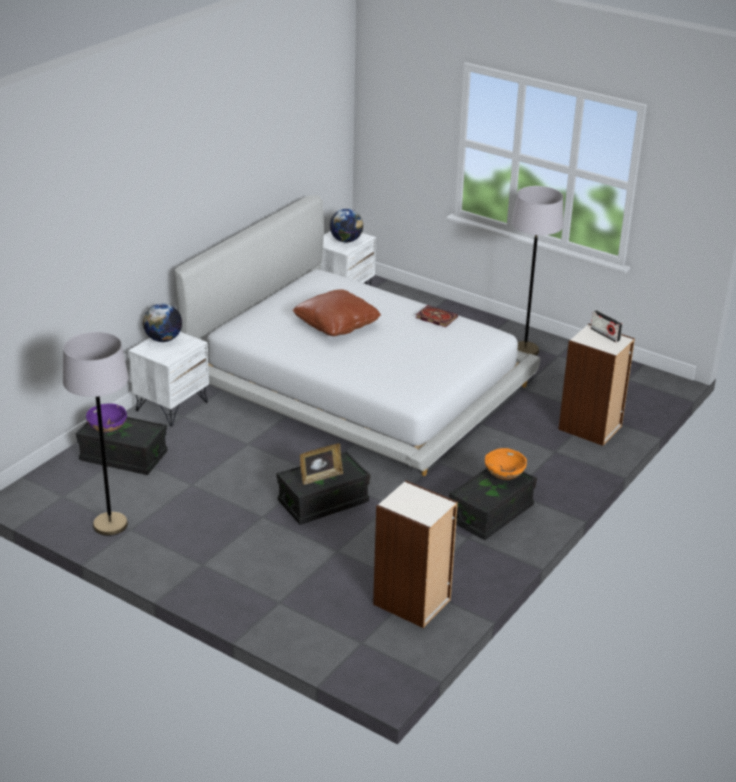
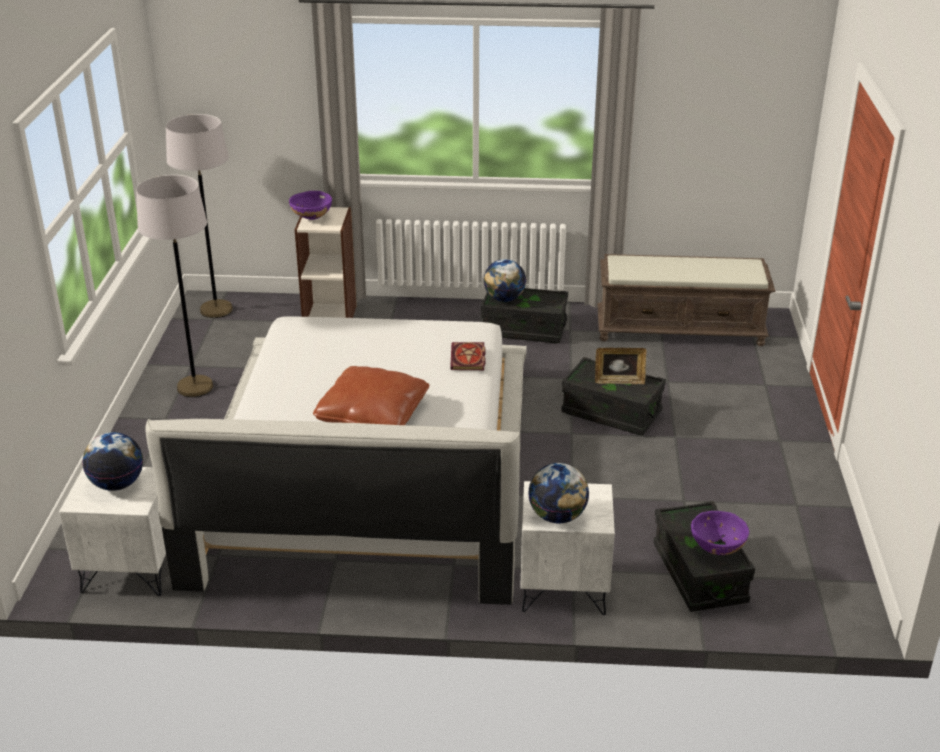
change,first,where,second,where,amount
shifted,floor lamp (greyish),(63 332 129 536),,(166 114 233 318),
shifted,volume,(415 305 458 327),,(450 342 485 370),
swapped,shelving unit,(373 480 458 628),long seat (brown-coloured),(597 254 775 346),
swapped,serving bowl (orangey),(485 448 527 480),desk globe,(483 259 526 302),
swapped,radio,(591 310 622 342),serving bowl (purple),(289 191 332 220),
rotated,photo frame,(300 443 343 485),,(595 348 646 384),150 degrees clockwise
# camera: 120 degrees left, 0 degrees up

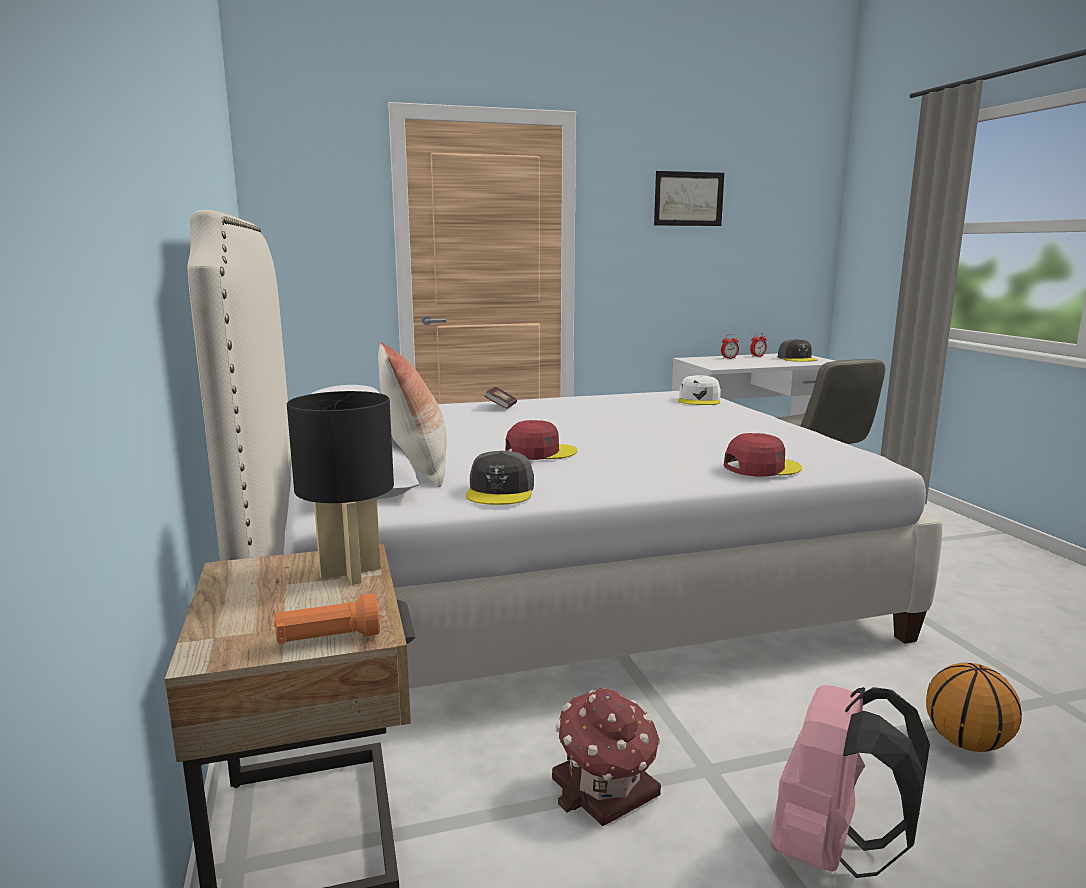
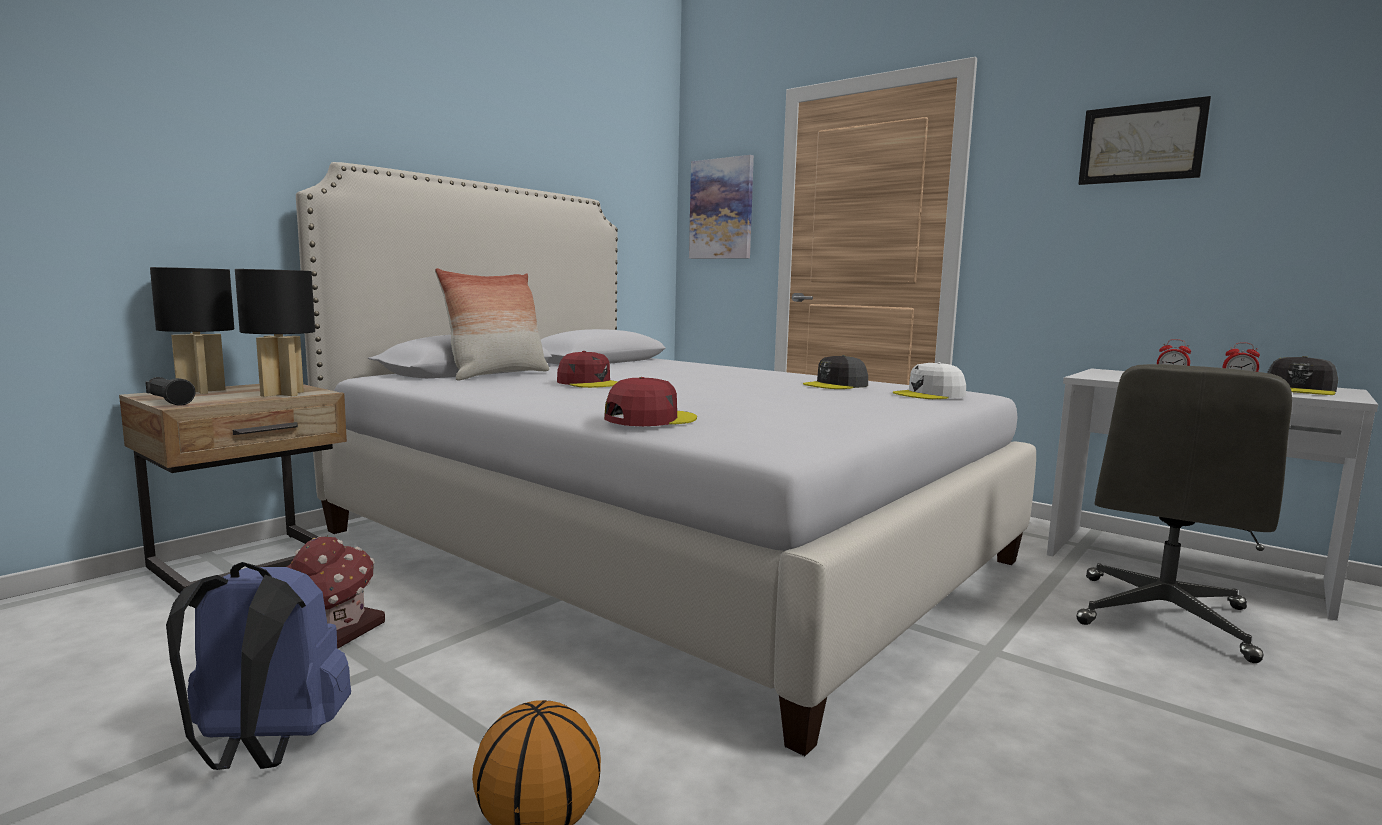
change,first,where,second,where,amount
gone,volume,(485 387 517 409),,,
new,,,table lamp (blackish),(150 267 234 394),
new,,,wall art,(689 155 754 259),
shifted,baseball cap (greyish),(466 451 534 505),,(803 355 868 389),
repainted,hand torch (orangey),(274 593 380 644),hand torch (blackish),(145 377 196 406),
repainted,backpack (pink-coloured),(770 685 930 878),backpack (bluish),(166 562 351 770),
rotated,baseball cap (reddish),(724 433 802 477),,(604 377 697 426),75 degrees counterclockwise
# camera: 55 degrees right, 5 degrees down

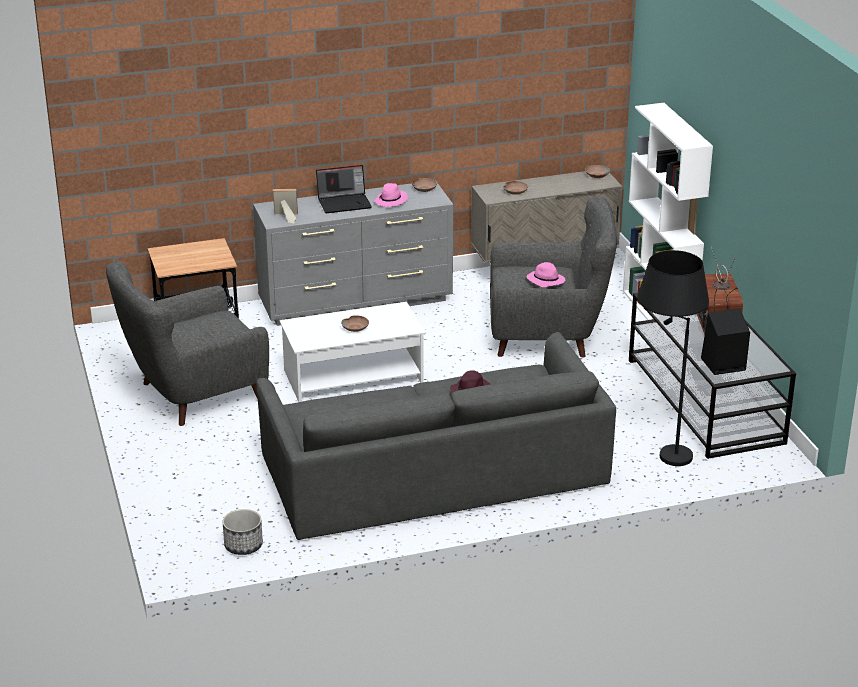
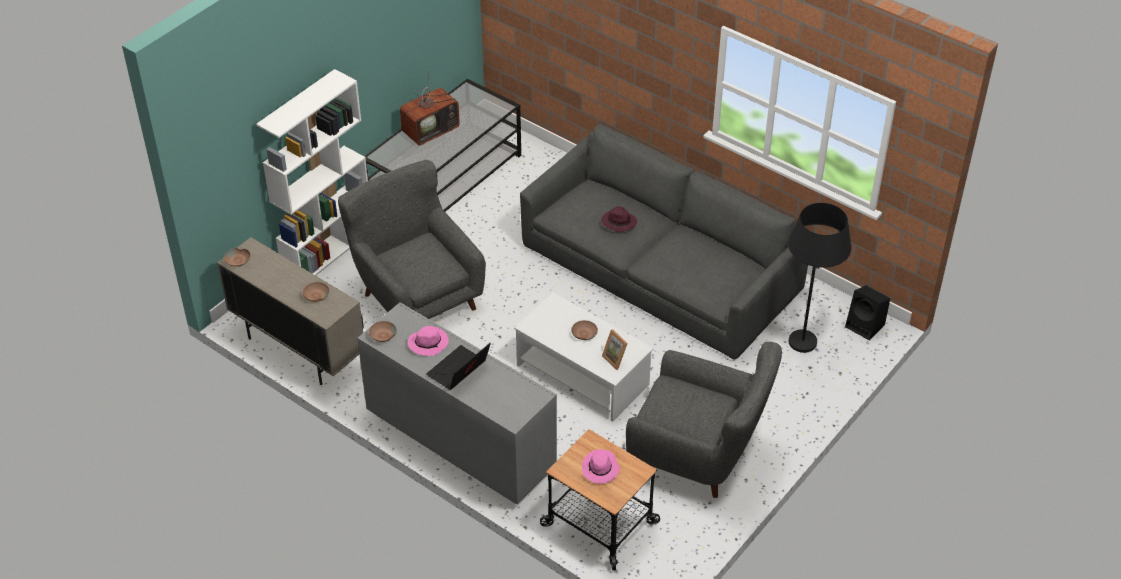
change,first,where,second,where,amount
gone,plant pot,(223 509 263 555),,,
shifted,photo frame,(273 189 298 223),,(602 329 628 370),
shifted,hat (pink-coloured),(527 262 565 287),,(582 449 620 484),
shifted,floor lamp (blackish),(637 250 709 466),,(788 203 851 353),
shifted,loudspeaker (blackish),(701 308 750 375),,(845 285 890 341),
rotated,portable computer,(316 165 372 213),,(426 343 491 390),90 degrees counterclockwise
# camera: 125 degrees left, 15 degrees up

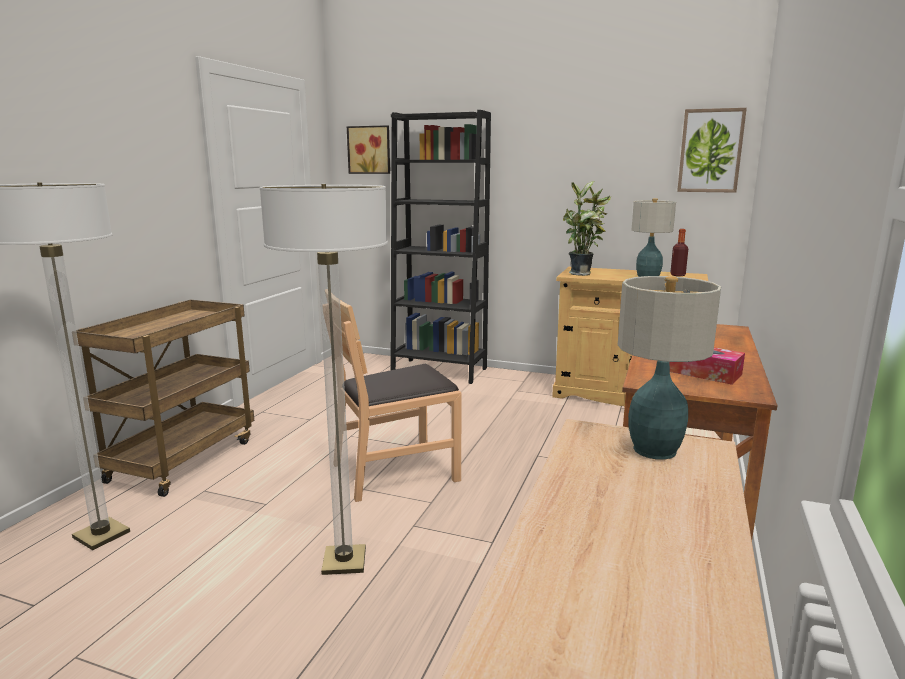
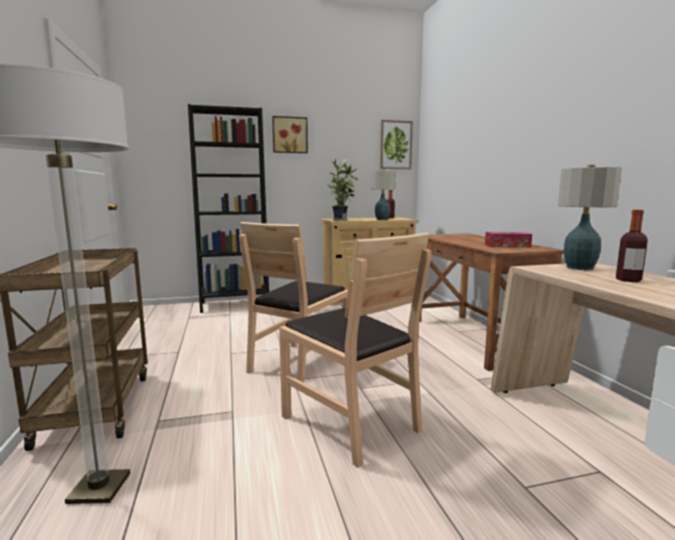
change,first,where,second,where,amount
new,,,bottle,(616 210 648 282),
shifted,wall art,(347 125 390 174),,(272 116 308 153),
swapped,floor lamp,(259 184 388 575),upright chair (brown-coloured),(279 232 431 468),
# camera: 35 degrees left, 5 degrees down

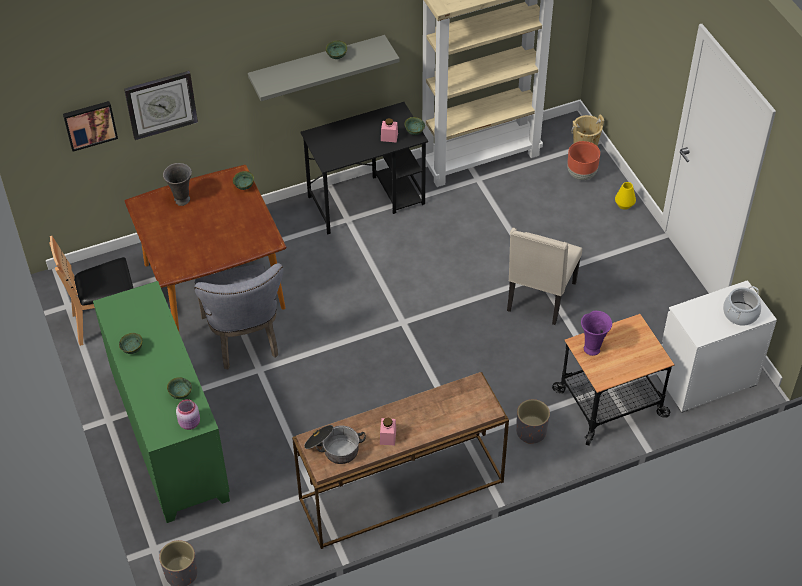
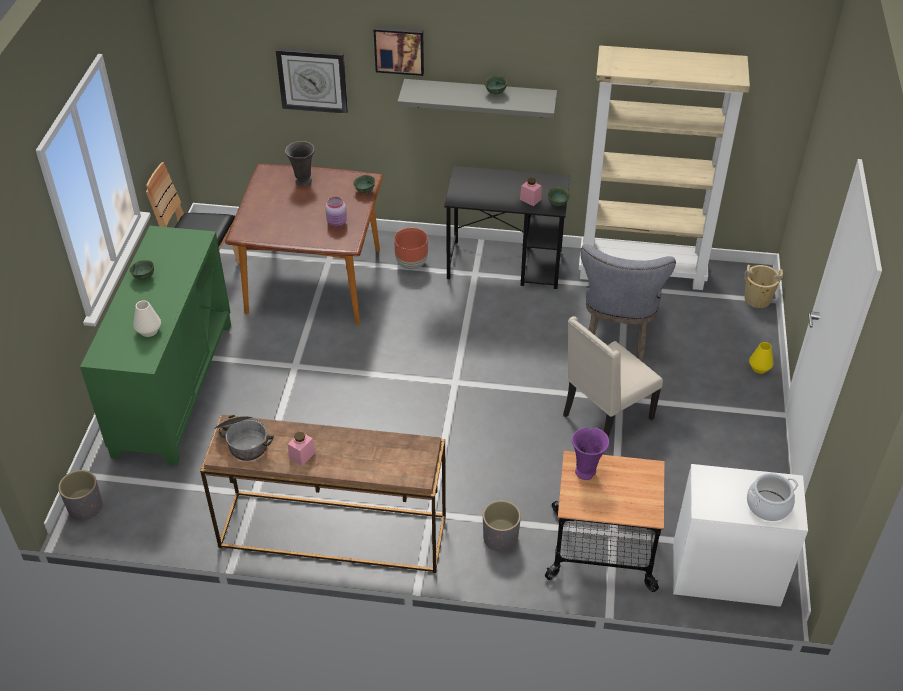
change,first,where,second,where,amount
shifted,wall art,(63 101 118 152),,(374 27 424 76),
shifted,jar (pink-coloured),(176 399 200 430),,(325 197 347 227),
shifted,upright chair (greyish),(194 263 283 370),,(580 244 676 362),
shifted,plant pot (brown-coloured),(567 141 600 180),,(394 228 428 269),
swapped,serving bowl (greenish),(167 377 192 399),flower vase (white-coloured),(133 300 161 337),
# camera: 30 degrees right, 5 degrees down

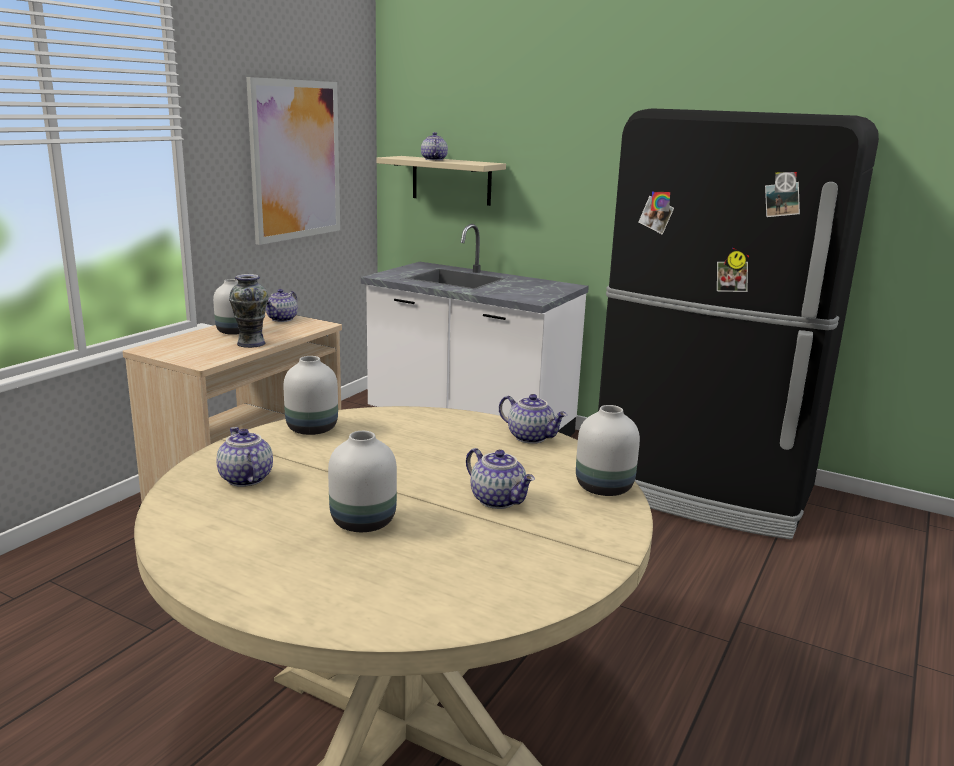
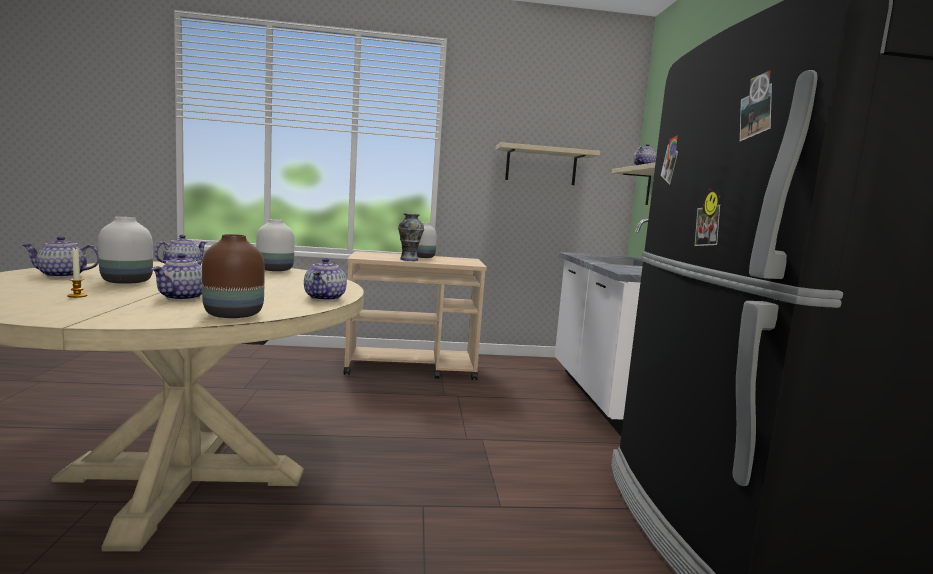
change,first,where,second,where,amount
new,,,wax candle,(67 247 88 298),
shifted,teapot,(266 289 298 322),,(22 236 99 278),
swapped,wall art,(246 77 340 245),wall shelf (beige-coloured),(496 142 600 185),
repainted,flower vase (white-coloured),(576 405 640 496),flower vase (brown-coloured),(202 234 265 318),
# camera: 55 degrees right, 10 degrees down

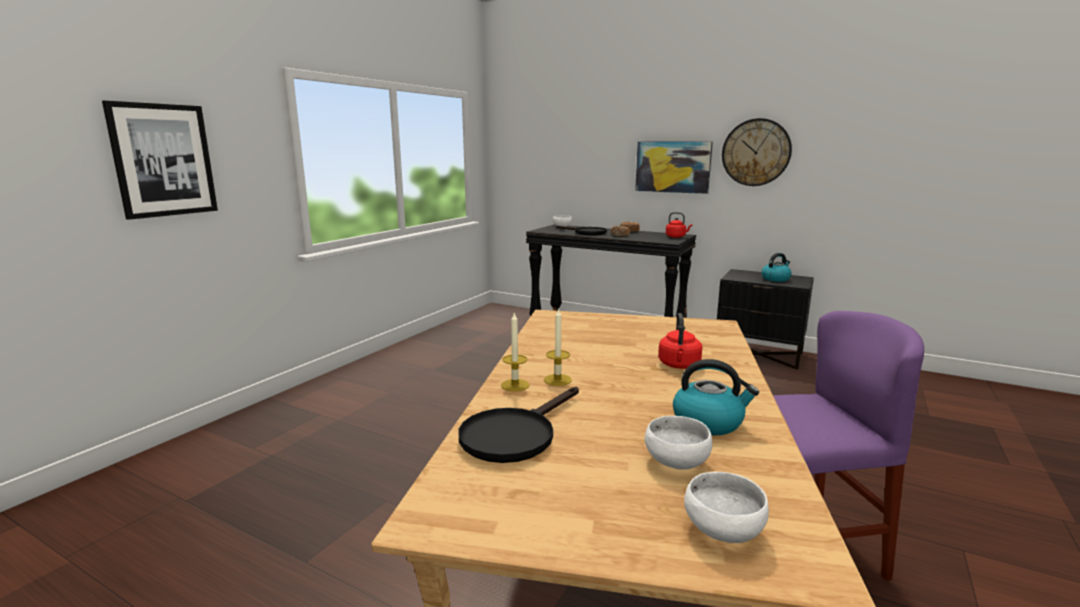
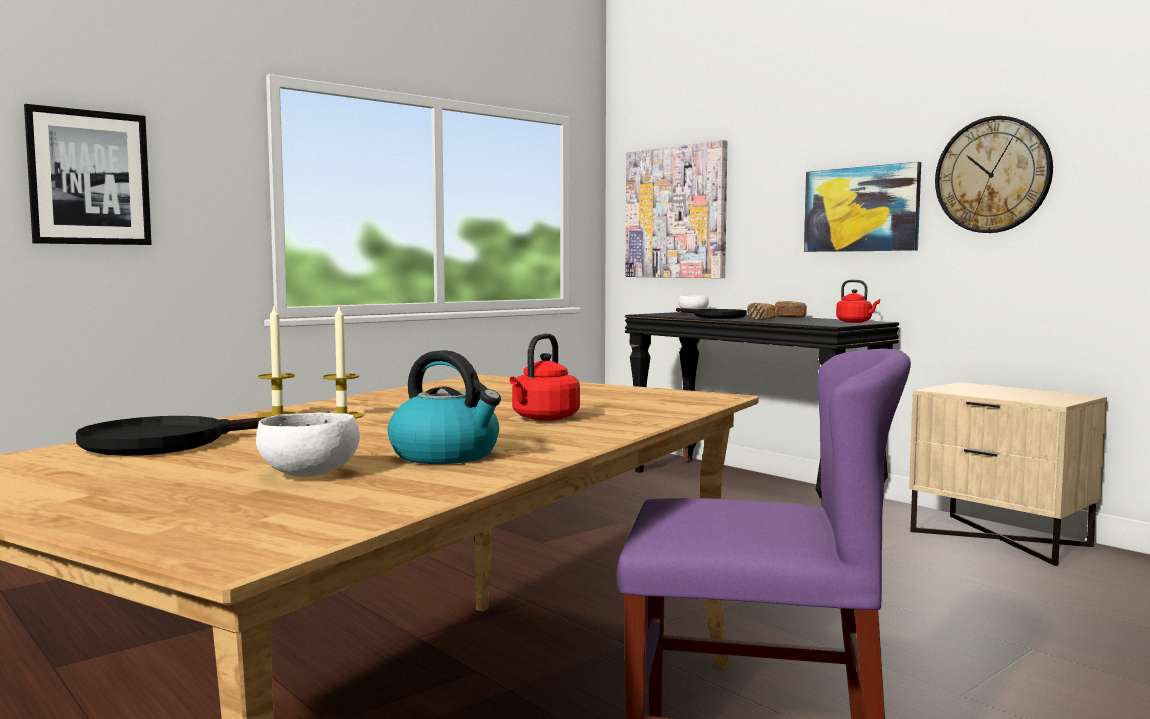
change,first,where,second,where,amount
gone,serving bowl (white-coloured),(684 472 769 543),,,
gone,tea kettle,(761 253 792 282),,,
new,,,wall art,(626 140 727 278),
repainted,nightstand (blackish),(717 269 814 370),nightstand (beige-coloured),(909 382 1107 566),
# camera: 20 degrees right, 10 degrees down

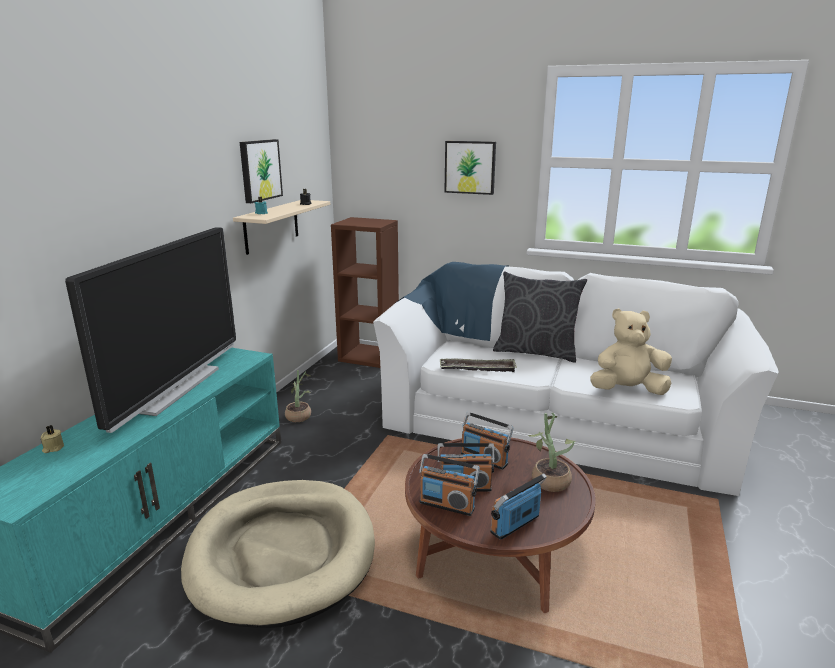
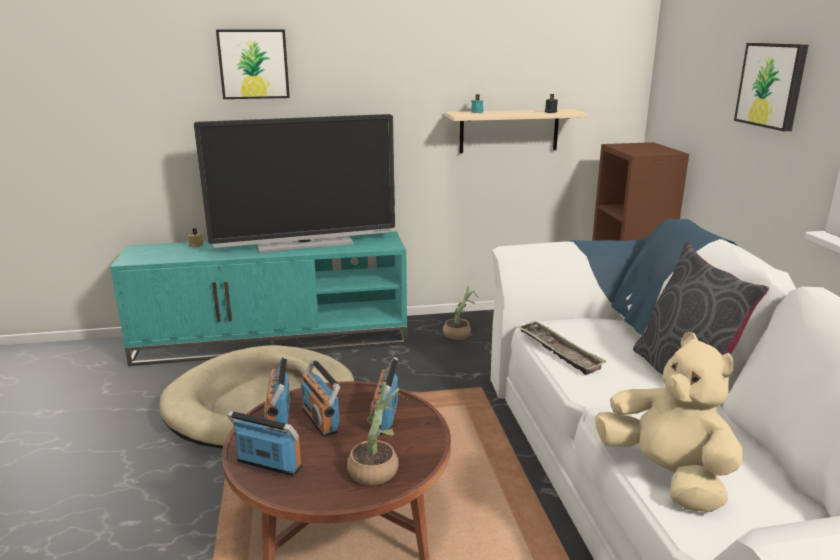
change,first,where,second,where,amount
shifted,wall art,(240 139 283 203),,(216 29 290 99),
# camera: 60 degrees right, 0 degrees up

